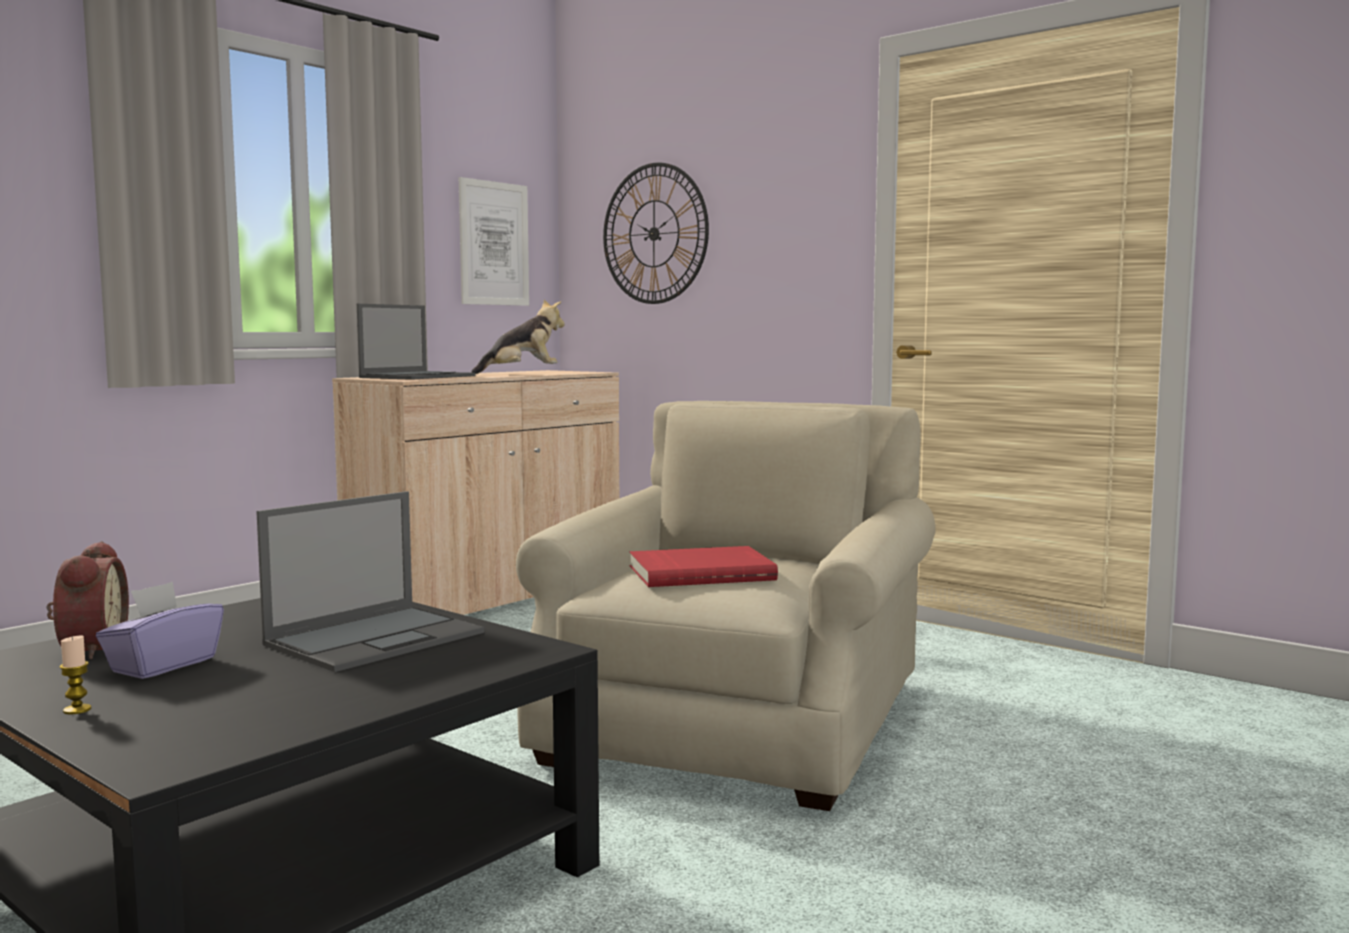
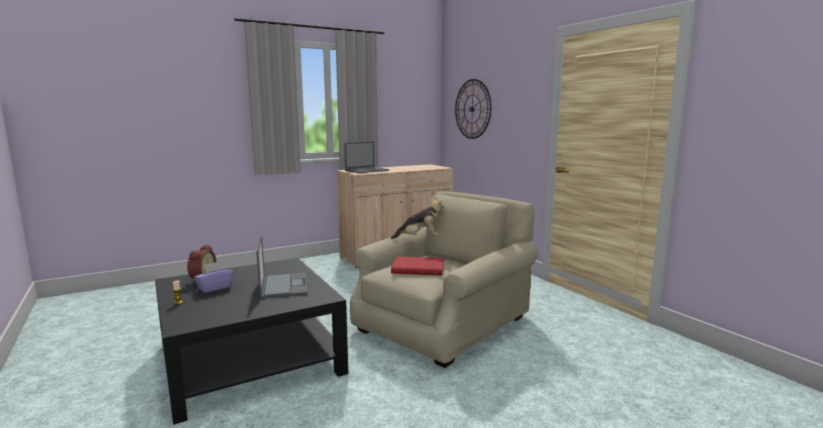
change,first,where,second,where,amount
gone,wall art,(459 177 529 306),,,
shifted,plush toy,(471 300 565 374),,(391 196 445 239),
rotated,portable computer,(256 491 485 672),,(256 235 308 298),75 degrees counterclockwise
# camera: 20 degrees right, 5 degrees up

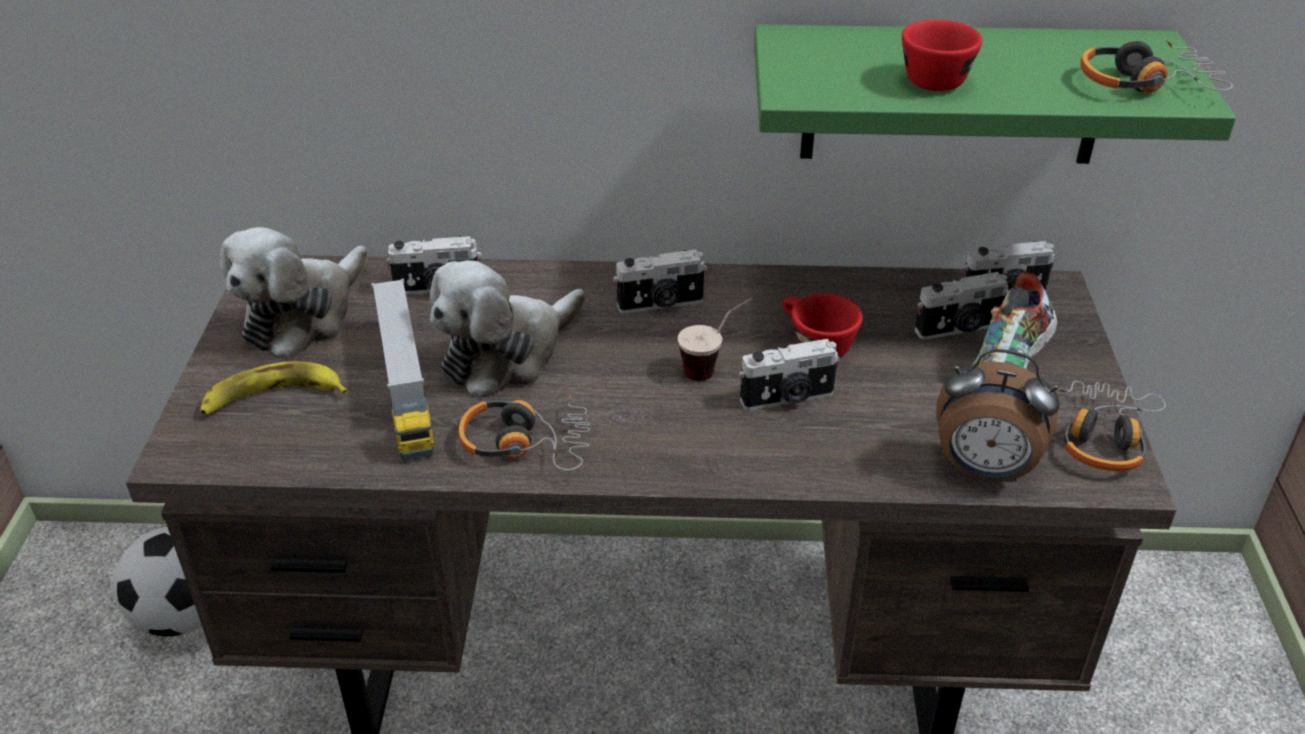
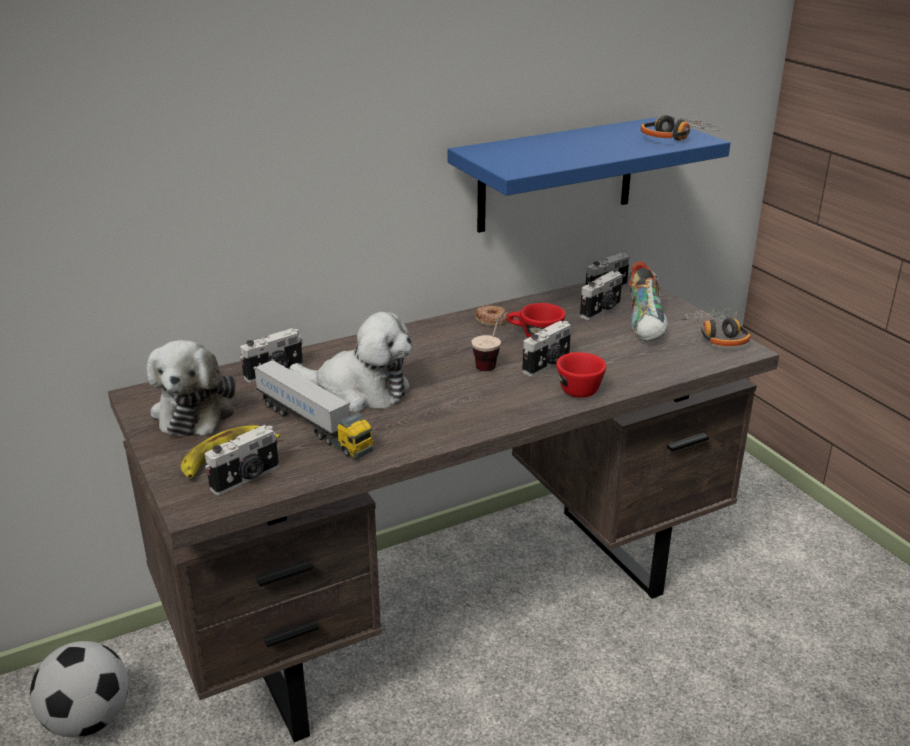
change,first,where,second,where,amount
gone,headphones,(458 395 590 471),,,
gone,table clock,(936 349 1060 482),,,
new,,,donut,(475 305 508 326),
shifted,photo camera,(613 250 707 314),,(205 425 279 495),
shifted,cup (reddish),(902 19 982 91),,(556 352 606 398),
repainted,wall shelf (greenish),(754 24 1236 164),wall shelf (bluish),(448 117 730 233),
rotated,plush toy,(430 260 586 398),,(290 312 412 412),90 degrees counterclockwise
# camera: 30 degrees left, 10 degrees down

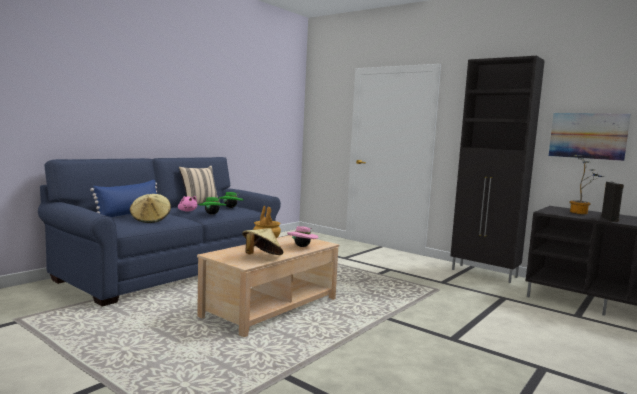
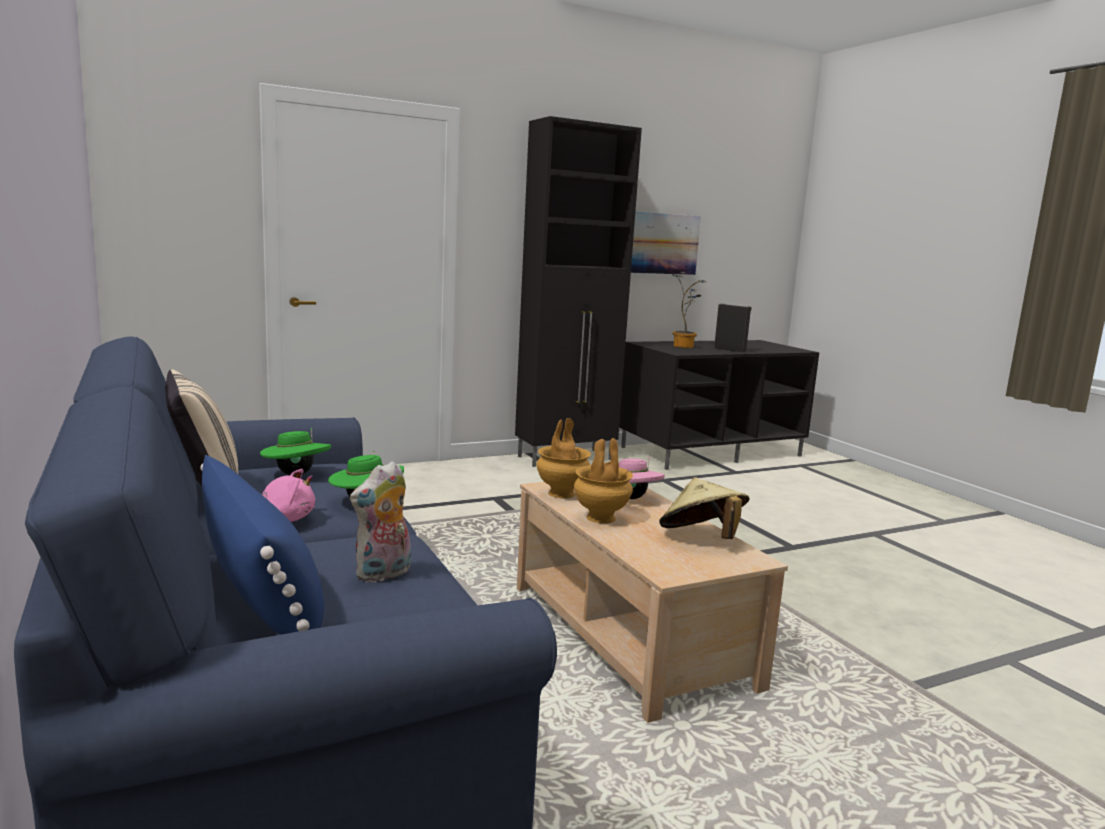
change,first,where,second,where,amount
new,,,flower vase (brown-coloured),(536 418 591 499),
swapped,hat (beige-coloured),(130 194 171 223),plush toy,(350 461 411 582),
# camera: 65 degrees left, 5 degrees up

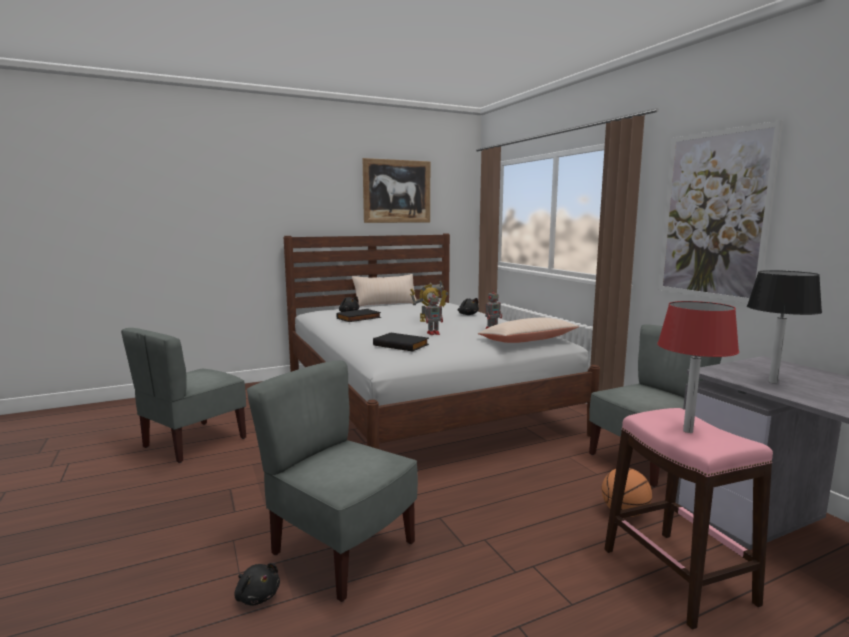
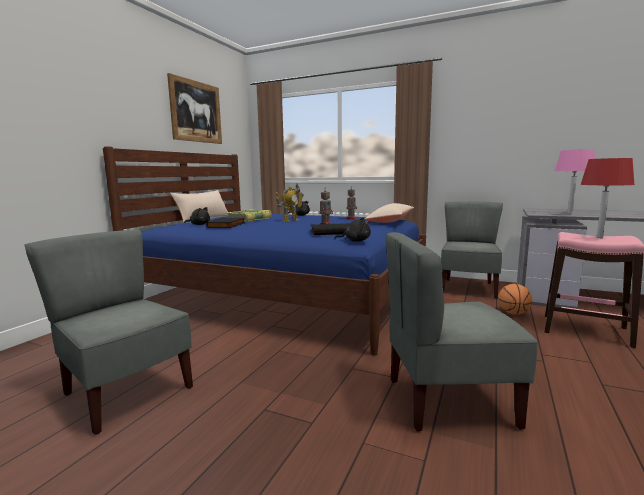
change,first,where,second,where,amount
gone,wall art,(658 120 783 303),,,
new,,,volume,(226 210 272 222),
shifted,plush toy (blackish),(234 563 280 606),,(334 218 371 242),
repainted,bedroom bed (white-coloured),(284 233 600 449),bedroom bed (bluish),(103 147 426 356),
repainted,table lamp (blackish),(747 270 822 384),table lamp (pink-coloured),(555 149 595 214),
rotated,upright chair (greyish),(121 328 246 463),,(24 230 193 435),135 degrees clockwise
# camera: 40 degrees left, 0 degrees up

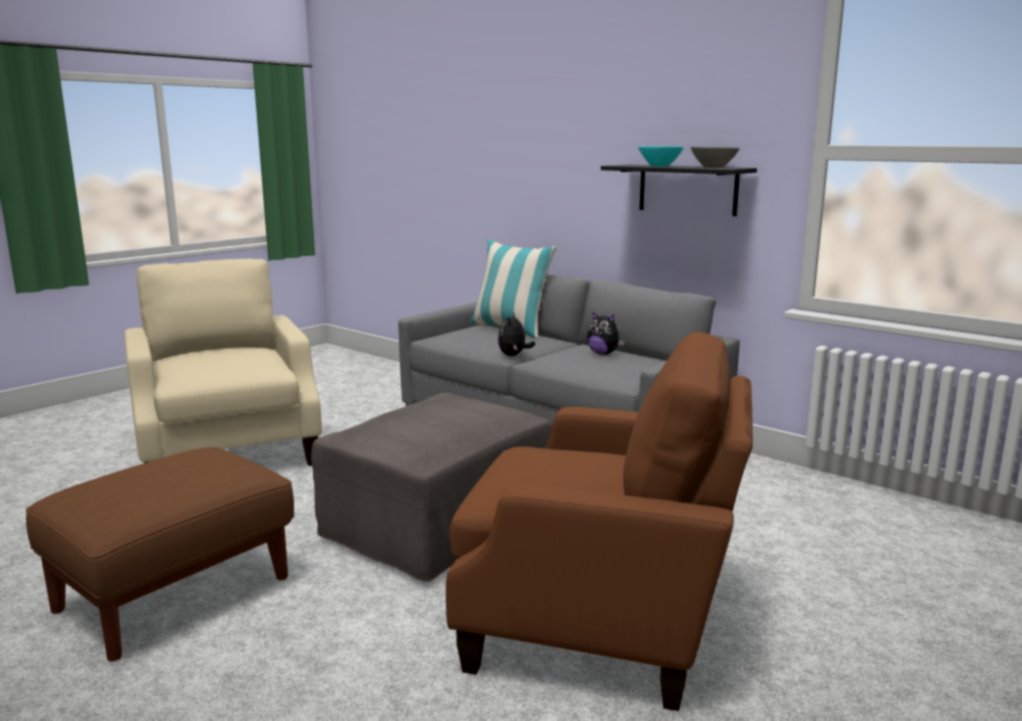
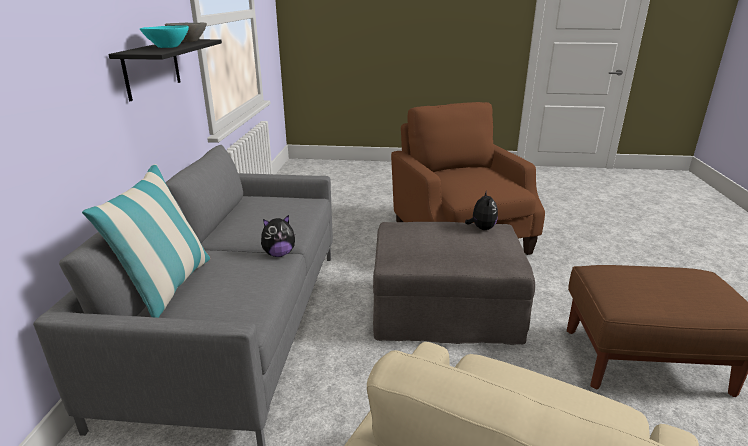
change,first,where,second,where,amount
shifted,plush toy,(587 312 625 355),,(465 190 498 230),
# camera: 125 degrees left, 10 degrees up

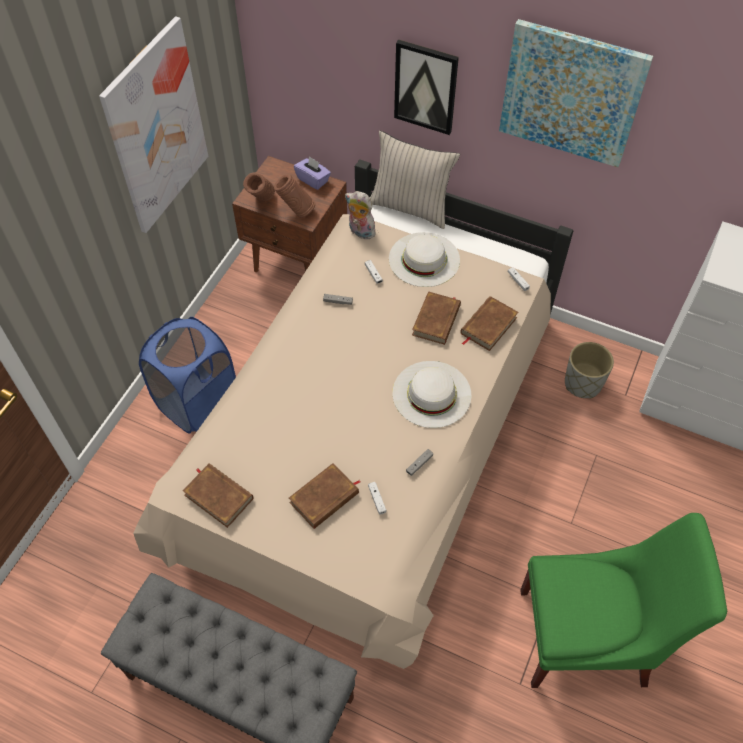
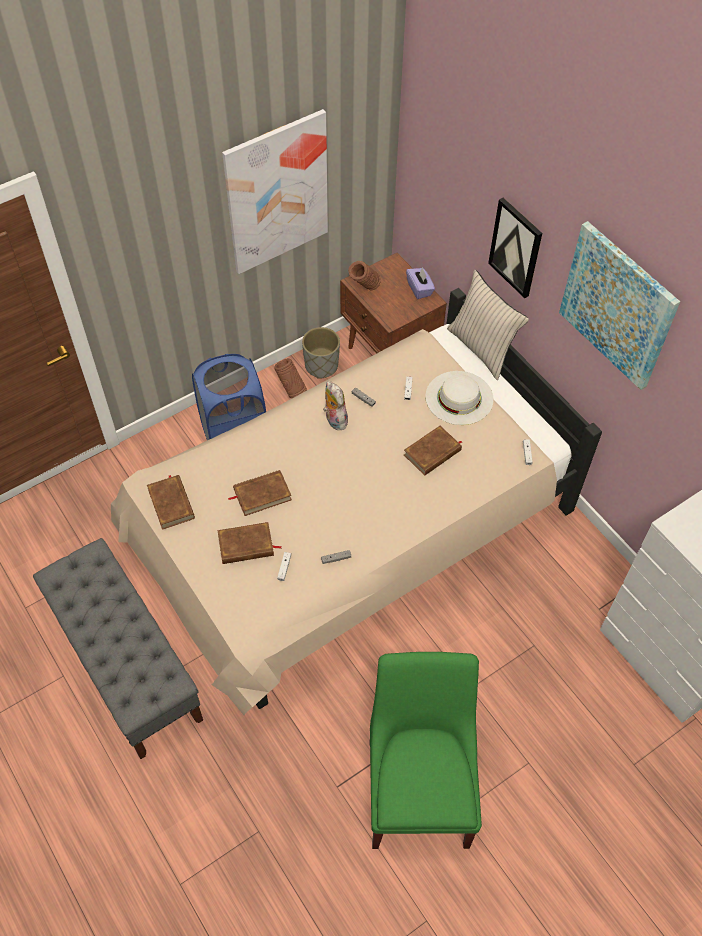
change,first,where,second,where,amount
gone,hat (white-coloured),(392 361 471 428),,,
shifted,flower vase (brown-coloured),(274 174 315 218),,(274 358 307 398),
shifted,plush toy,(345 191 377 239),,(323 381 348 430),
shifted,volume (brown-coloured),(461 296 518 351),,(228 470 292 516),
shifted,plant pot (greyish),(565 342 614 399),,(302 327 340 379),
rotated,upright chair (greenish),(520 513 727 688),,(370 652 482 849),120 degrees counterclockwise
# camera: 30 degrees right, 0 degrees up

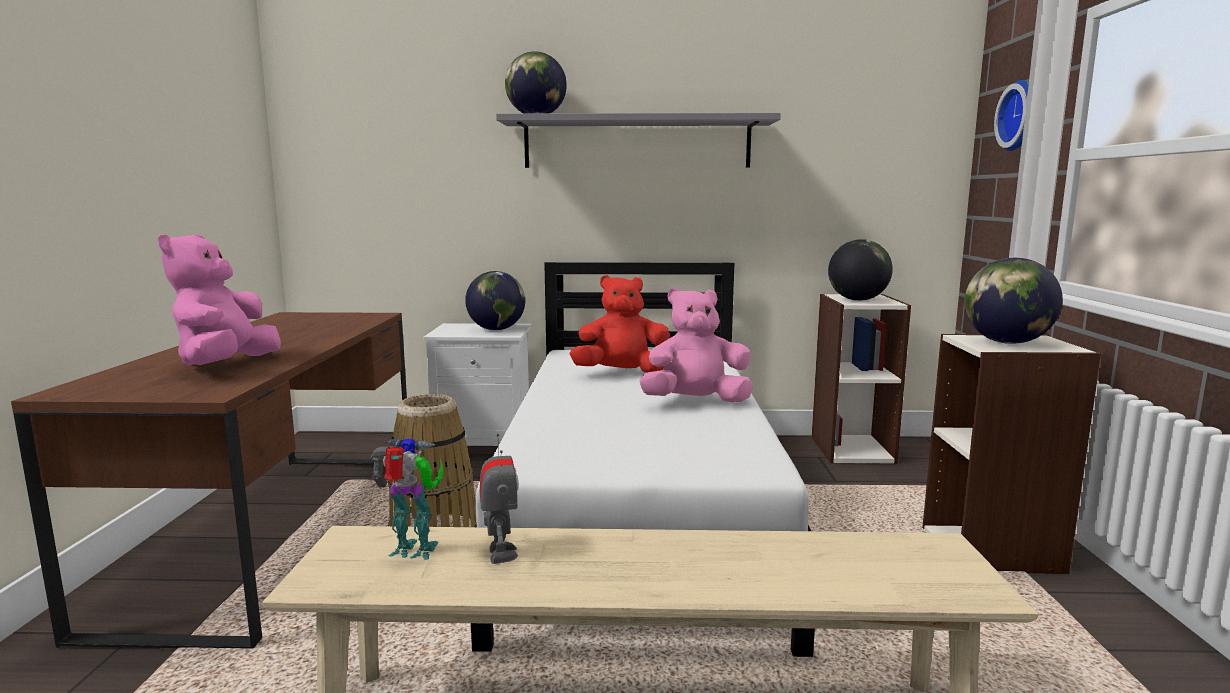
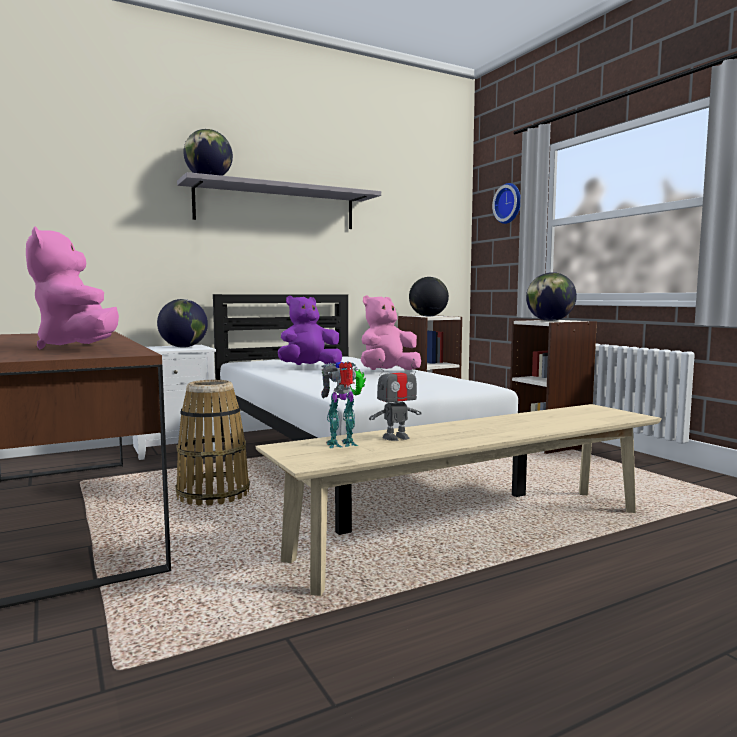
change,first,where,second,where,amount
repainted,plush toy (reddish),(570 275 670 373),plush toy (purple),(278 296 342 365),
rotated,model robot,(480 434 519 564),,(369 359 421 441),105 degrees clockwise
# camera: 30 degrees left, 5 degrees down

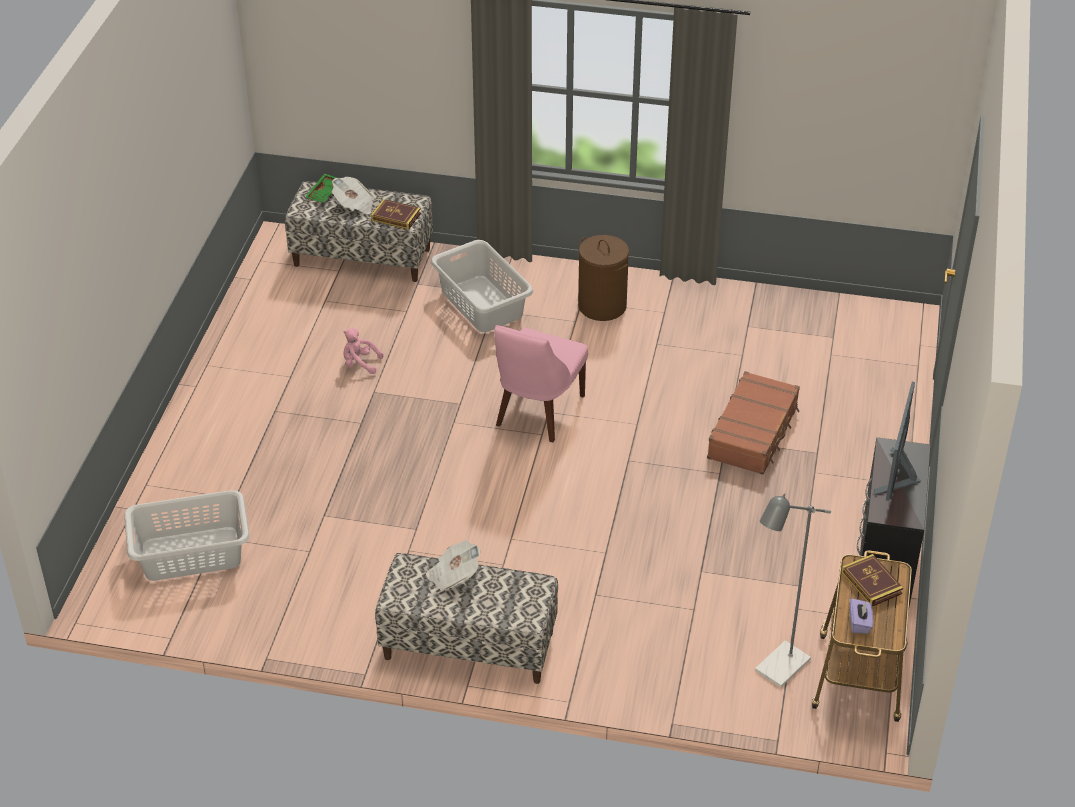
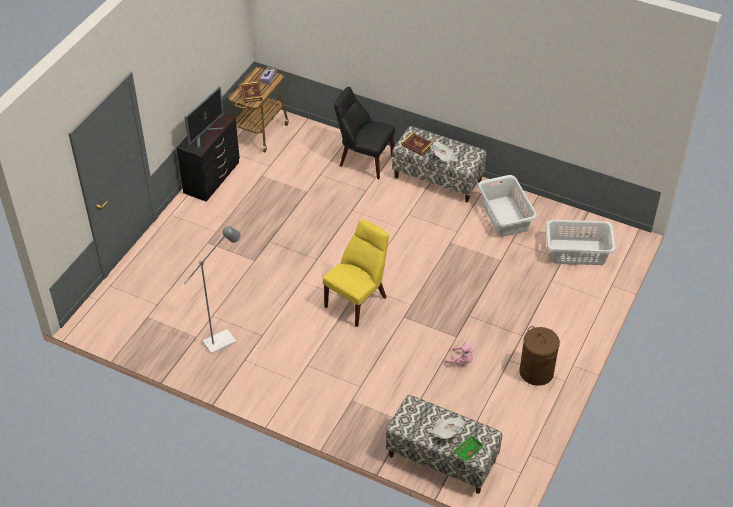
change,first,where,second,where,amount
gone,travel case (brown-coloured),(707 371 800 475),,,
new,,,upright chair (blackish),(334 87 395 179),
shifted,volume,(371 199 421 230),,(401 133 433 156),
shifted,laundry basket (greyish),(431 240 533 332),,(478 175 537 237),
shifted,laundry basket (brown-coloured),(578 235 629 321),,(519 326 560 386),
shifted,floor lamp (greyish),(755 494 831 688),,(184 226 241 354),
repainted,upright chair (pink-coloured),(494 325 588 442),upright chair (yellowish),(323 219 389 327),
# camera: 165 degrees left, 5 degrees up

